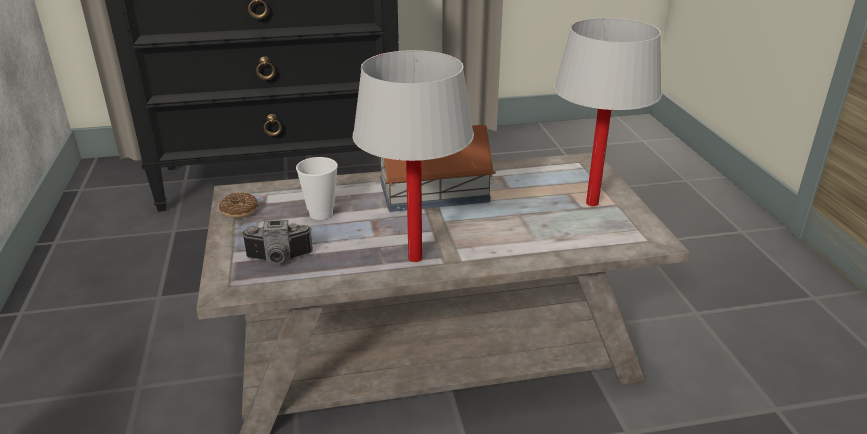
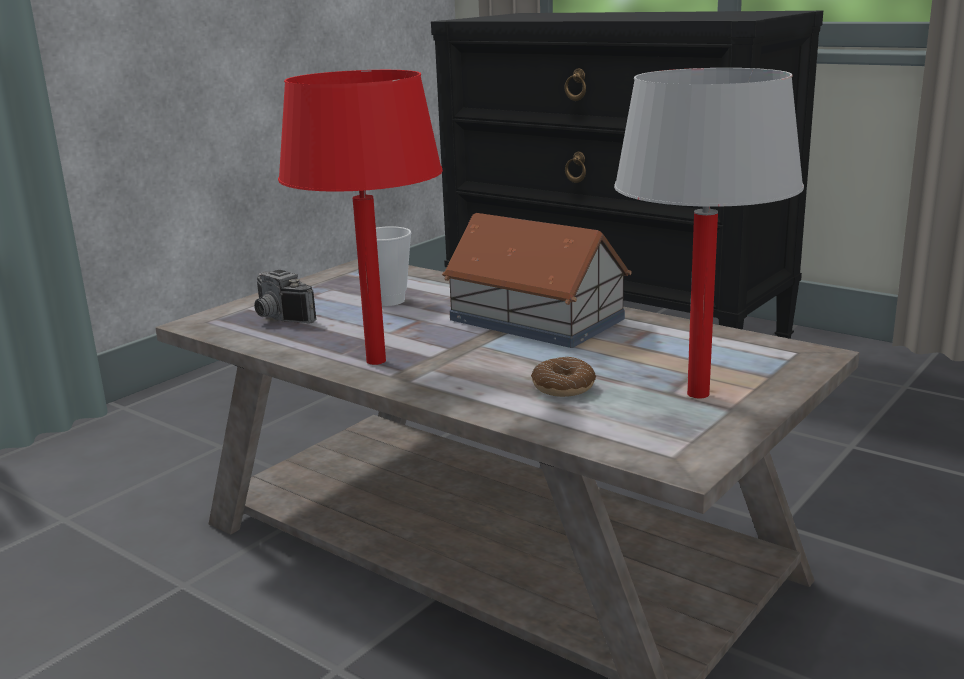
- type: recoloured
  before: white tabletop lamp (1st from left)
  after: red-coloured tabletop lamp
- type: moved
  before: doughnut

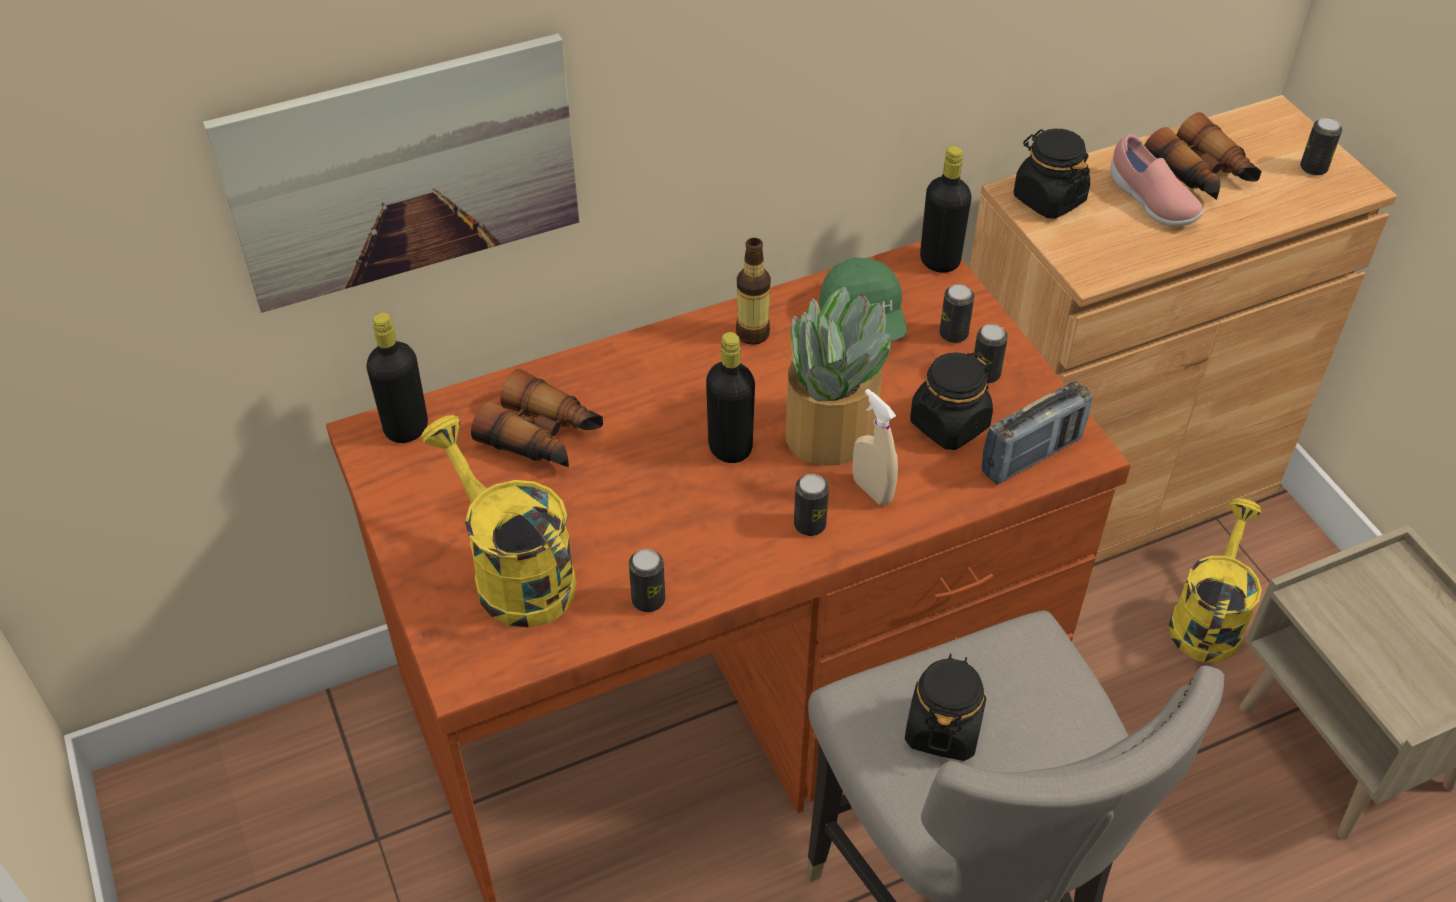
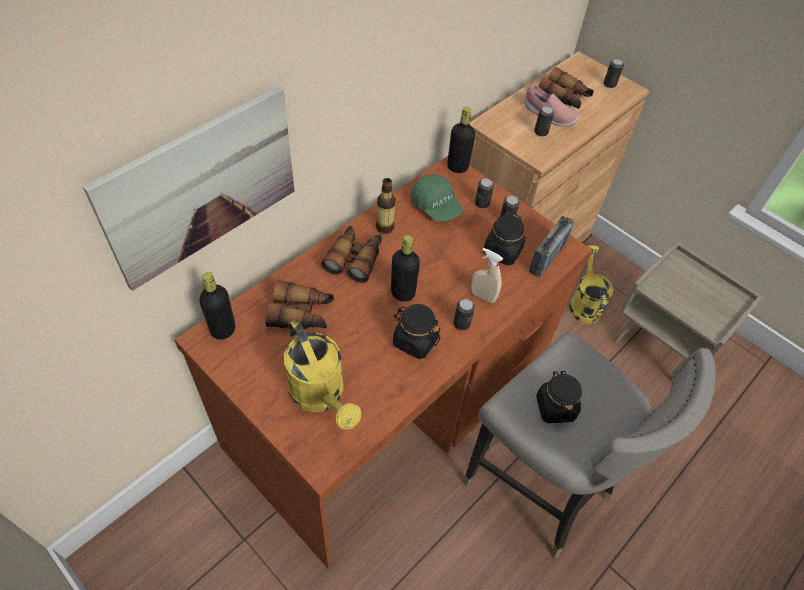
- type: moved
  before: black-coloured jar (3rd from left in the first image)
  after: black-coloured jar (1st from left)
- type: removed
  before: potted plant
- type: turned
  before: yellow watering pot (1st from left)
  turn: -150
- type: moved
  before: sealed can (1st from left in the first image)
  after: sealed can (4th from left)
- type: added
  after: field glasses (2nd from left)

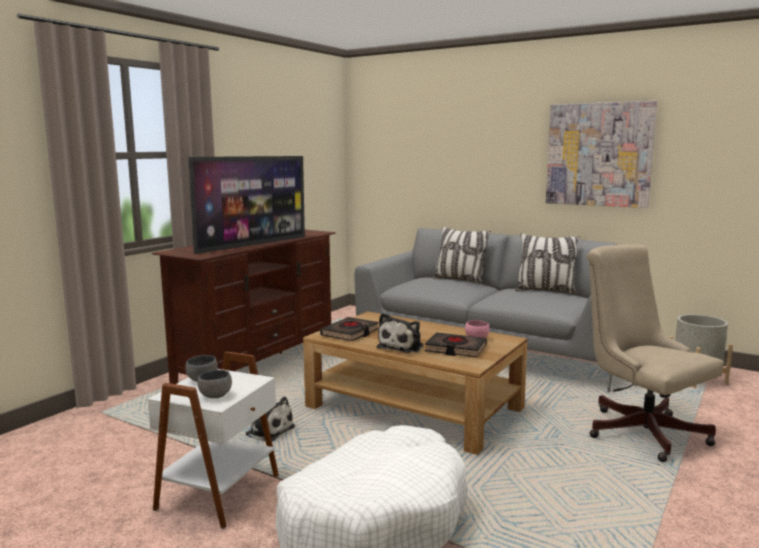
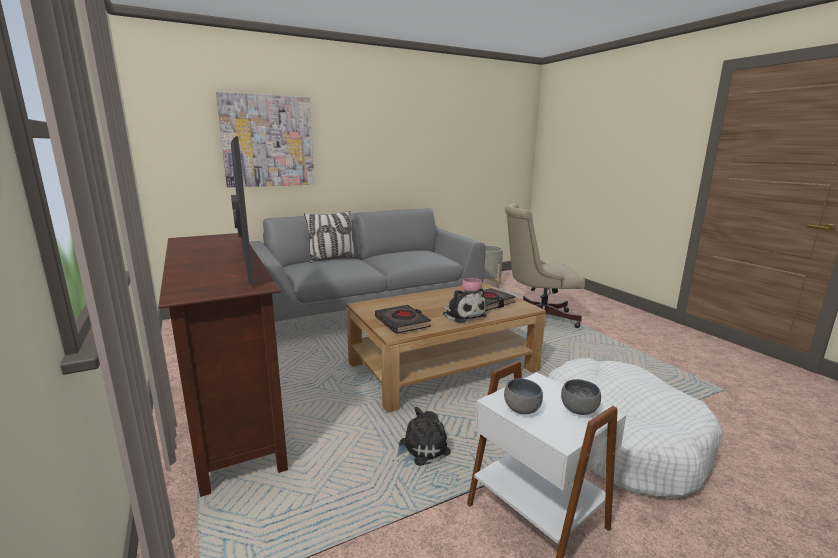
- type: moved
  before: wall picture
- type: removed
  before: cushion (2nd from left)

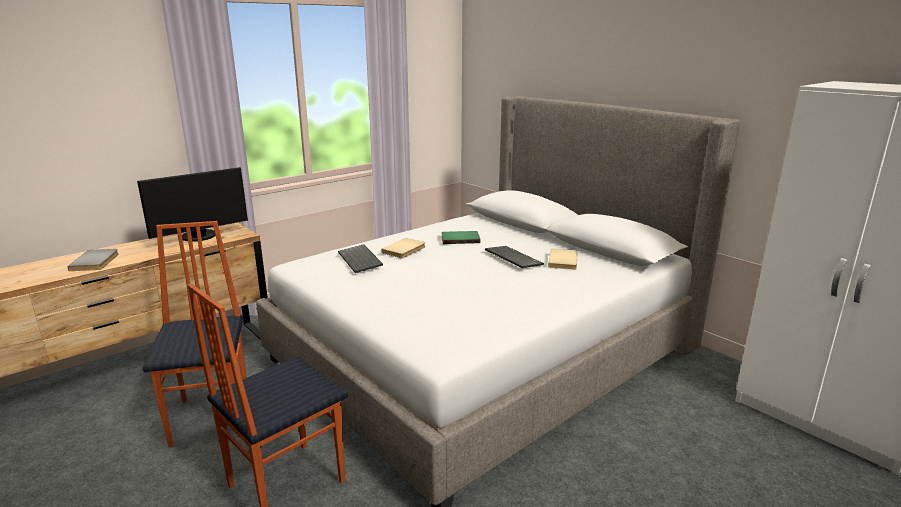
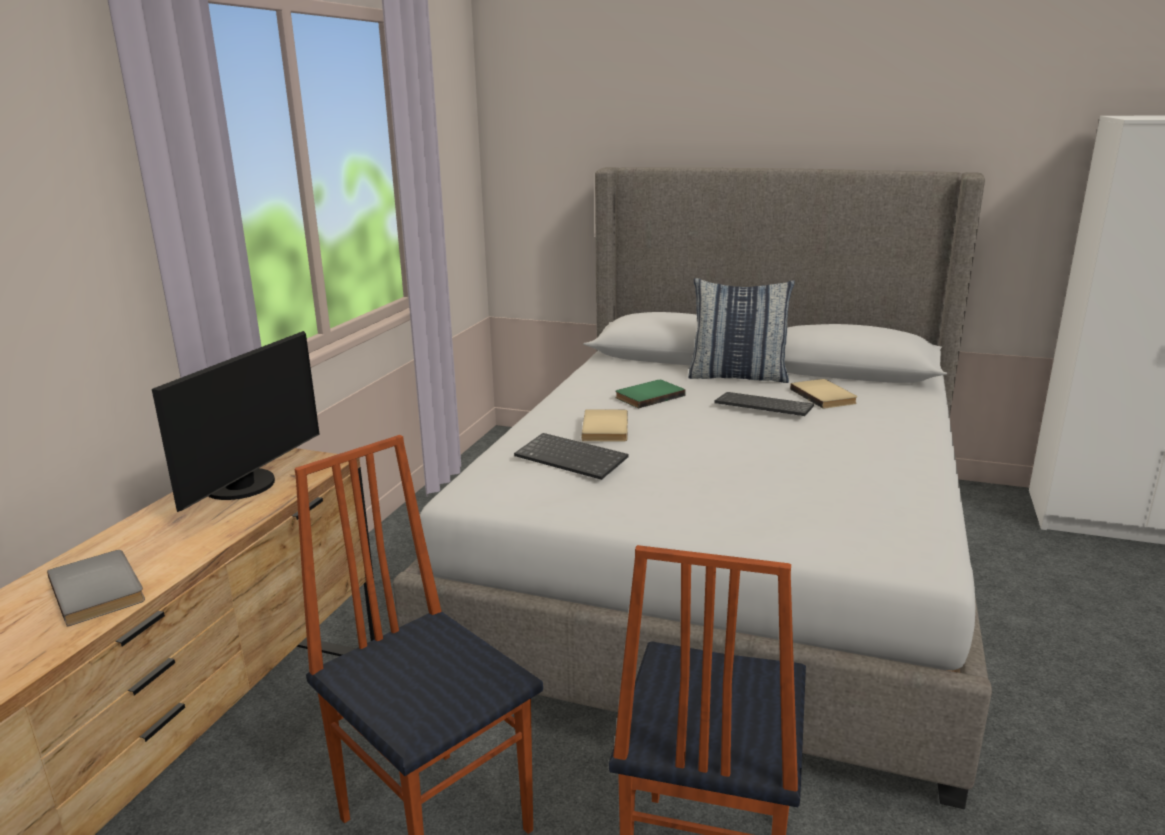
- type: added
  after: cushion

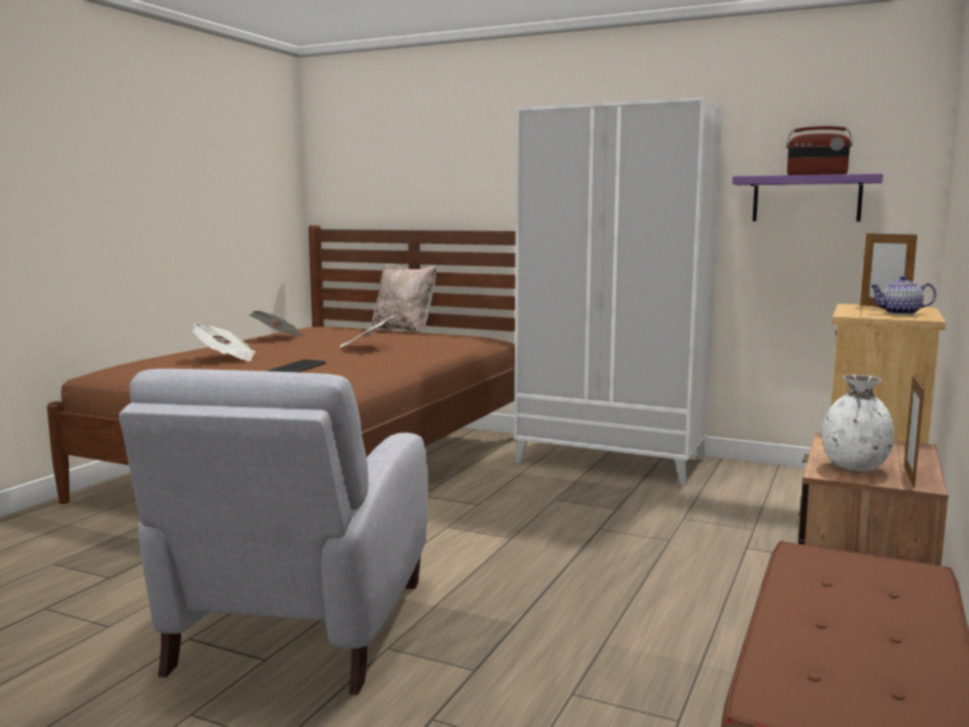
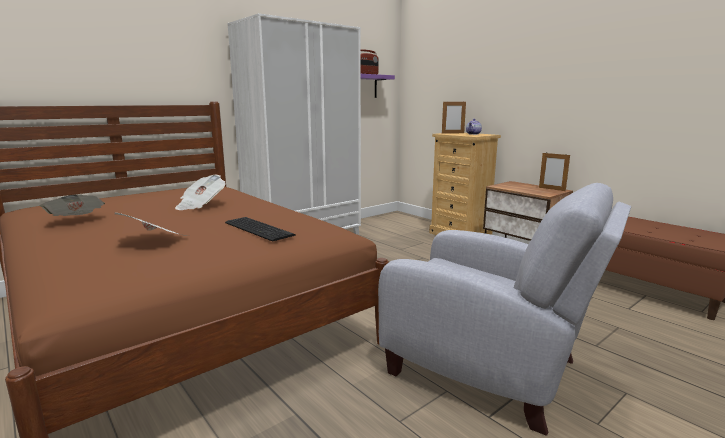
- type: removed
  before: beige-coloured cushion
- type: removed
  before: white flower vase

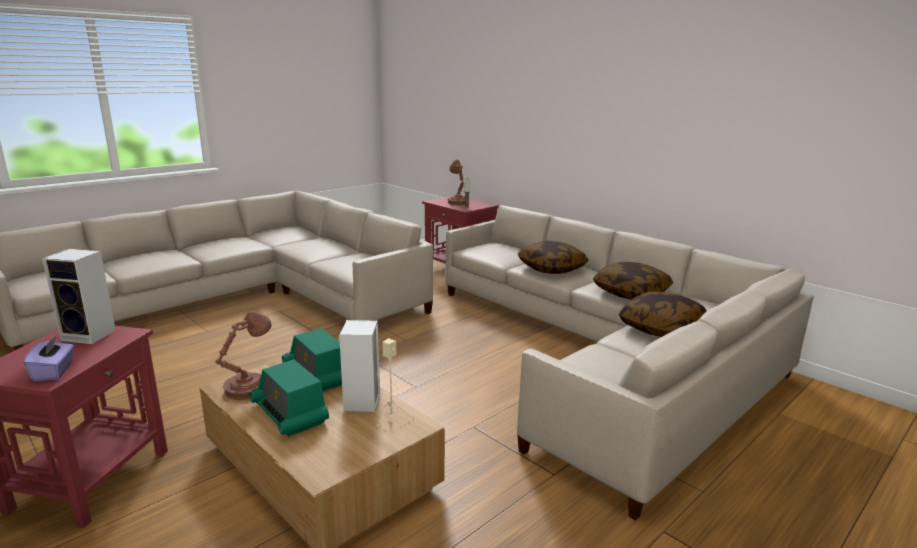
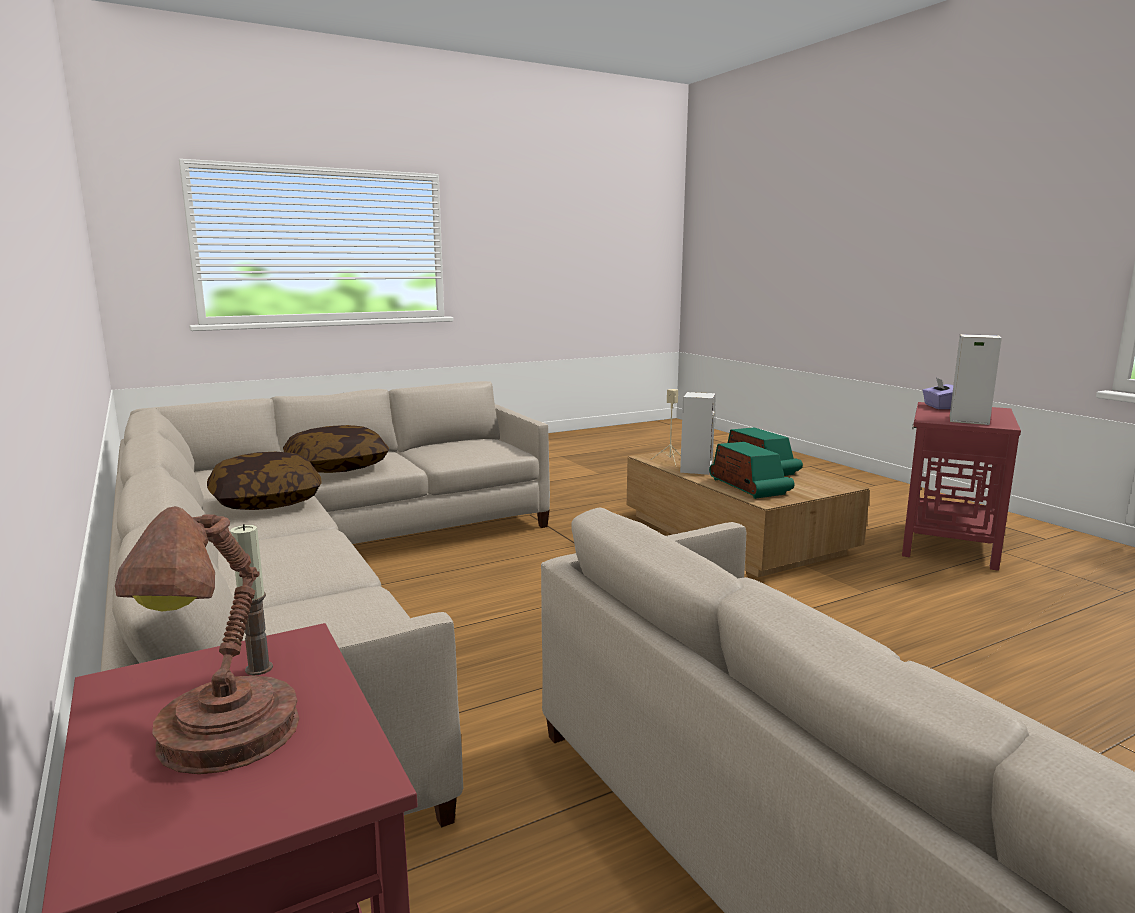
- type: removed
  before: cushion (1st from left)
- type: removed
  before: brown tabletop lamp (1st from left)

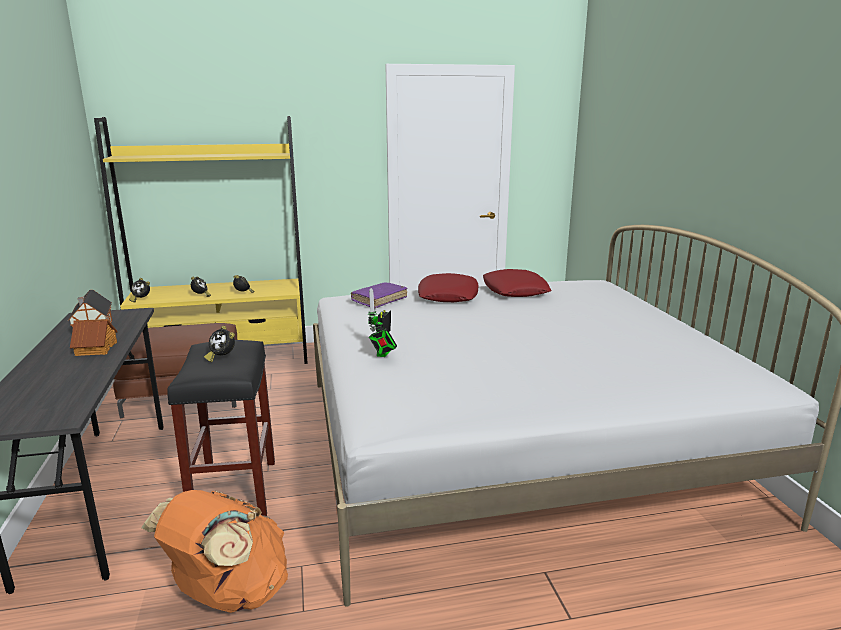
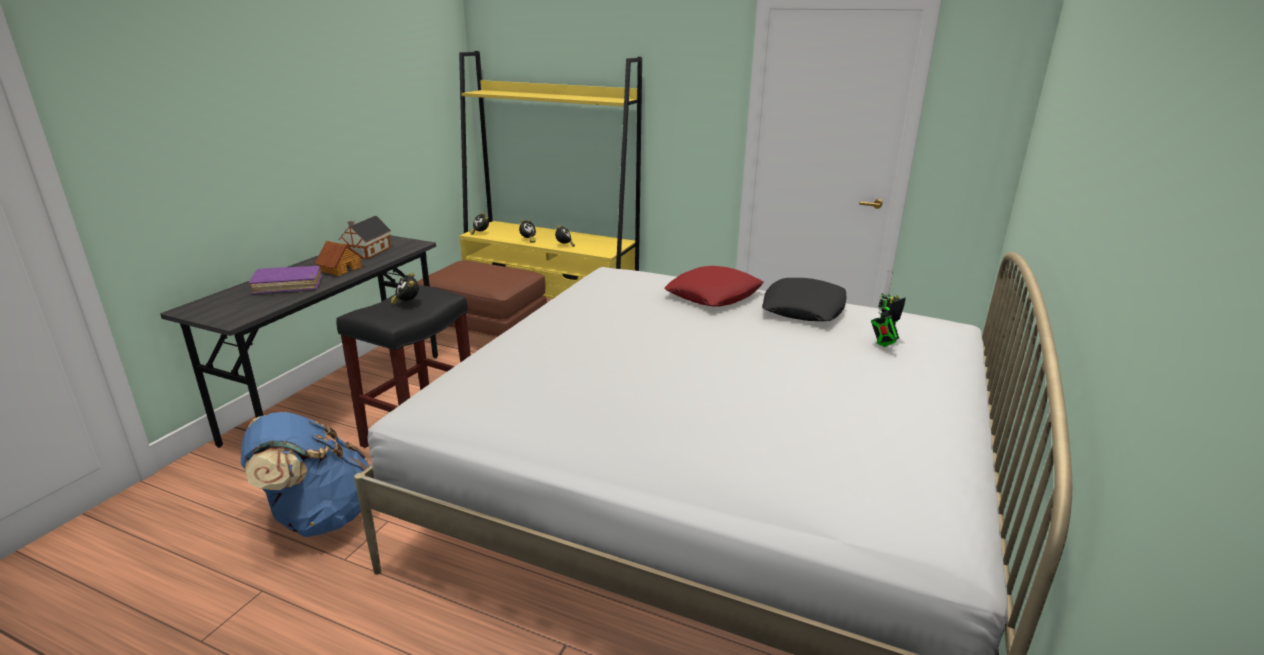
- type: recoloured
  before: red-coloured cushion (2nd from left)
  after: black-coloured cushion
- type: moved
  before: purplish bound book
- type: moved
  before: robot figure
- type: recoloured
  before: orangey backpack
  after: blue backpack

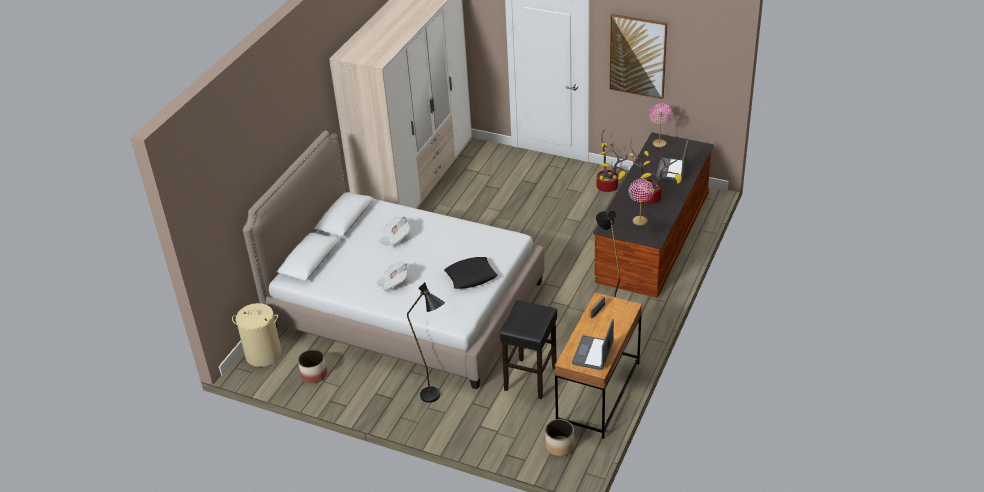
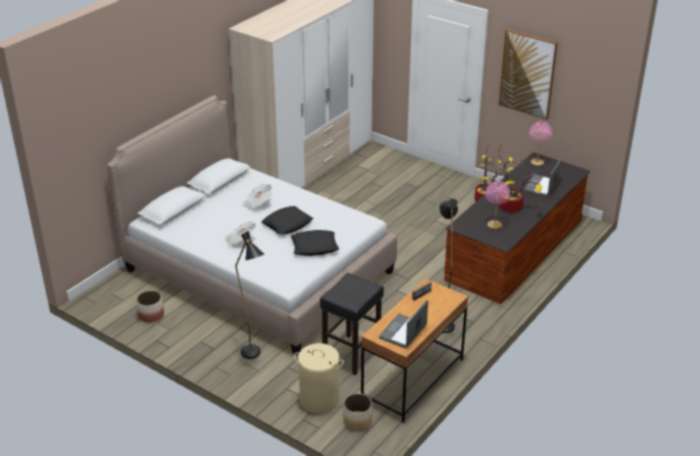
- type: moved
  before: beige-coloured hamper
- type: added
  after: black-coloured cushion (1st from left)

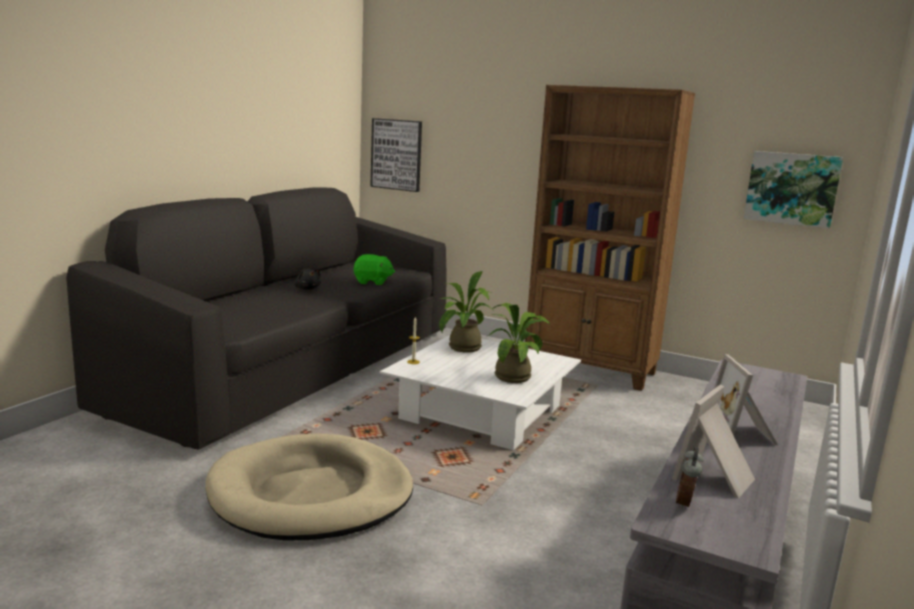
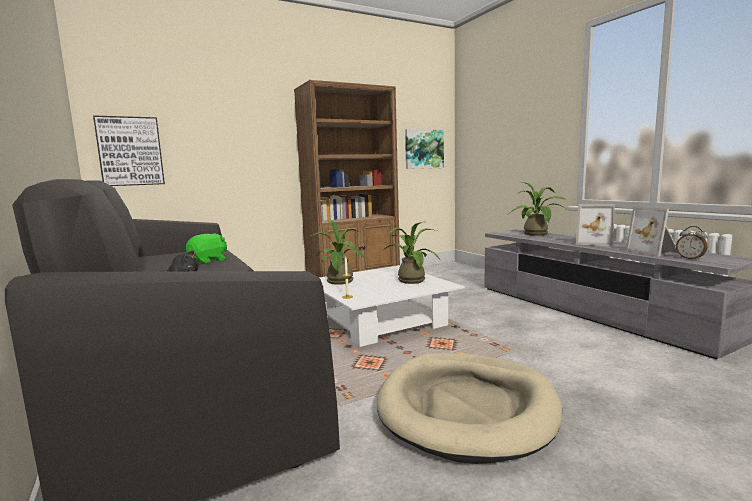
- type: added
  after: potted plant (3rd from left)

